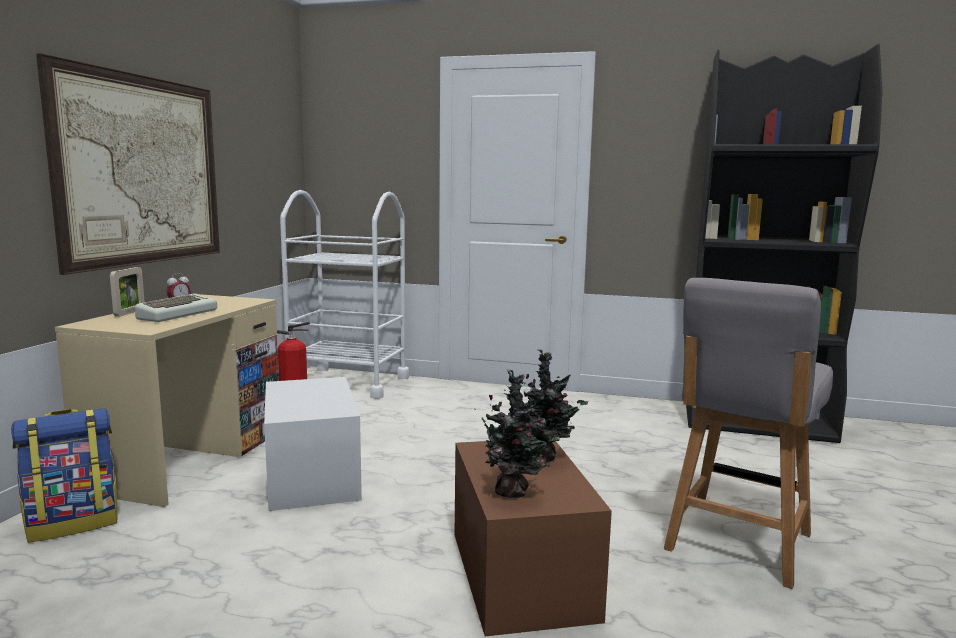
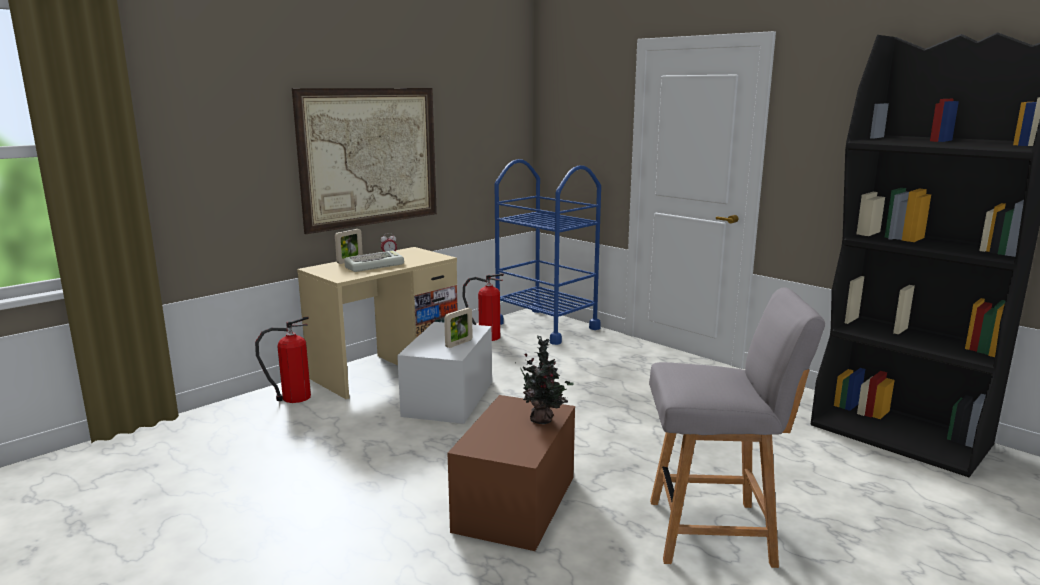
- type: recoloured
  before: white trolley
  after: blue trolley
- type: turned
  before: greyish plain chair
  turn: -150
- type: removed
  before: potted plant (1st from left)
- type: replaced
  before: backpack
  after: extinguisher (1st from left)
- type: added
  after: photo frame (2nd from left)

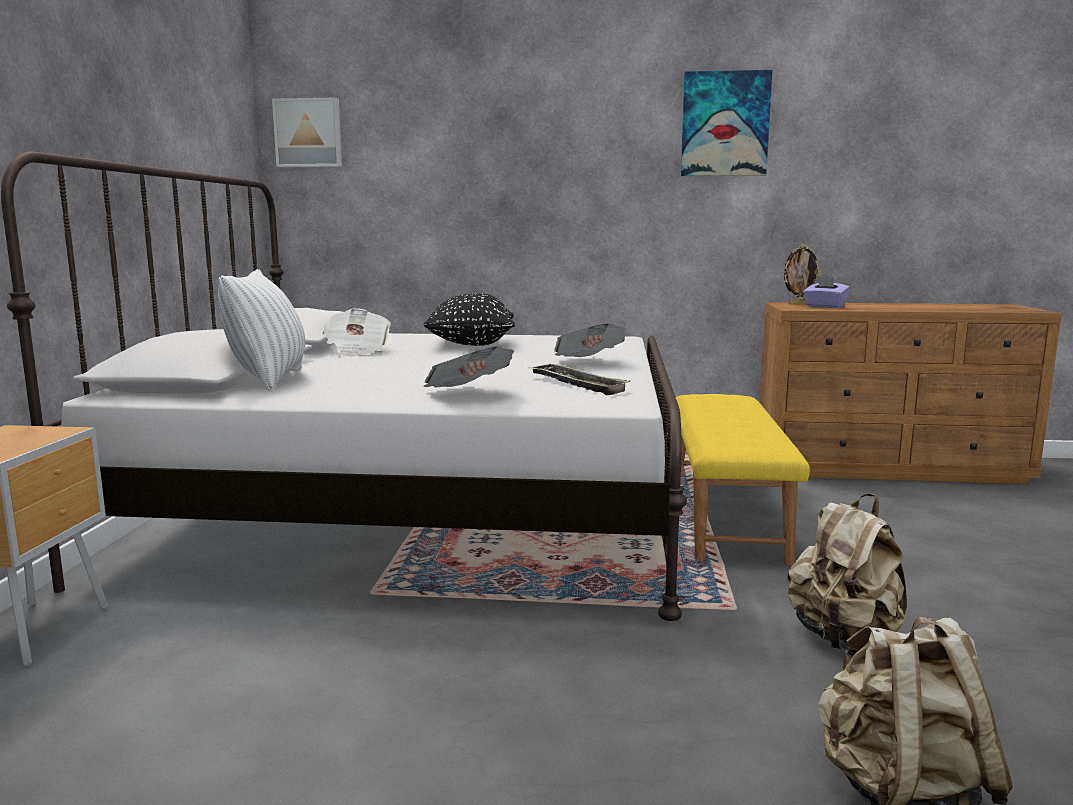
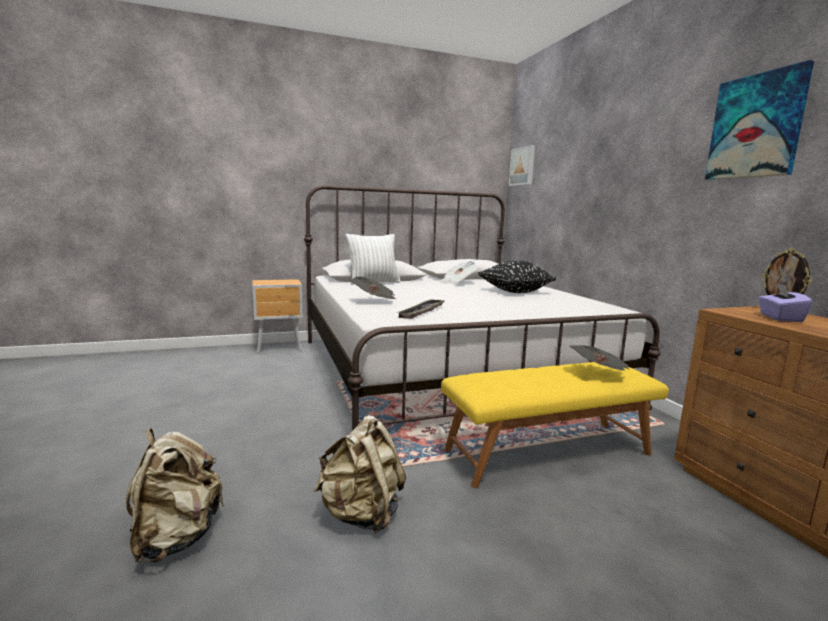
- type: moved
  before: newspaper (3rd from left)

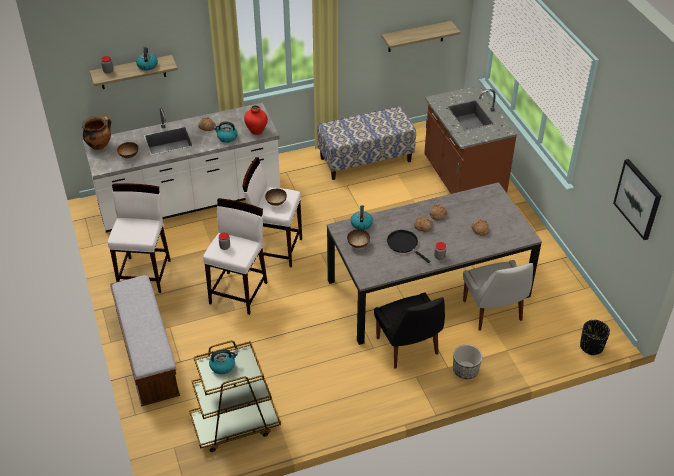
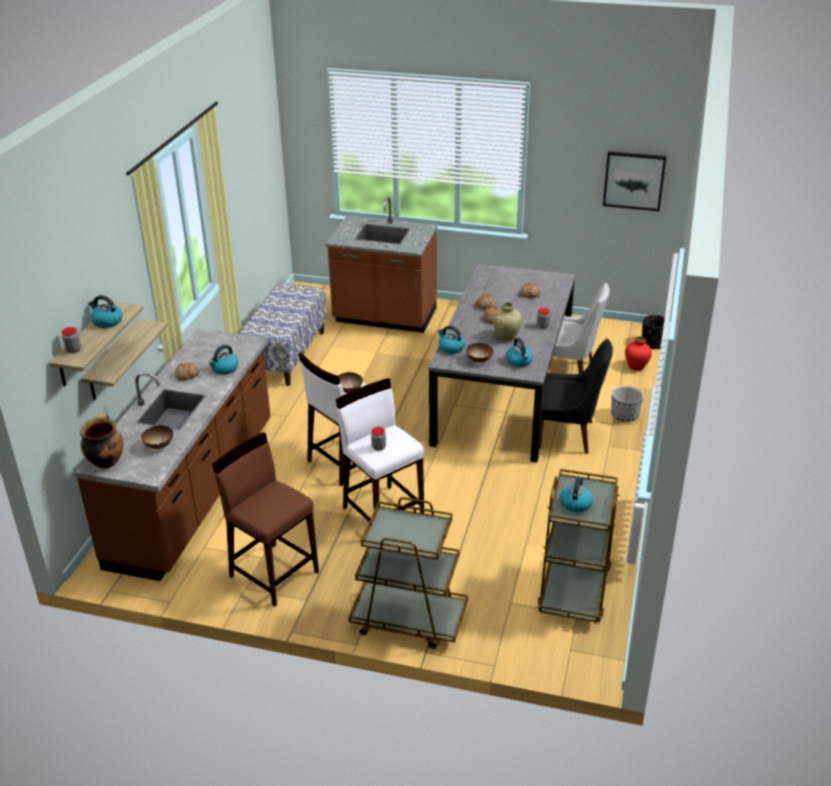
- type: moved
  before: bracket shelf (2nd from left)
- type: recoloured
  before: white kitchen counter
  after: brown kitchen counter (1st from left)
- type: moved
  before: red-coloured flower vase
- type: recoloured
  before: white stool seat (1st from left)
  after: brown stool seat
- type: replaced
  before: black-coloured pan
  after: beige-coloured flower vase
- type: replaced
  before: indoor bench (1st from left)
  after: brown trolley (1st from left)
- type: added
  after: water kettle (4th from left)

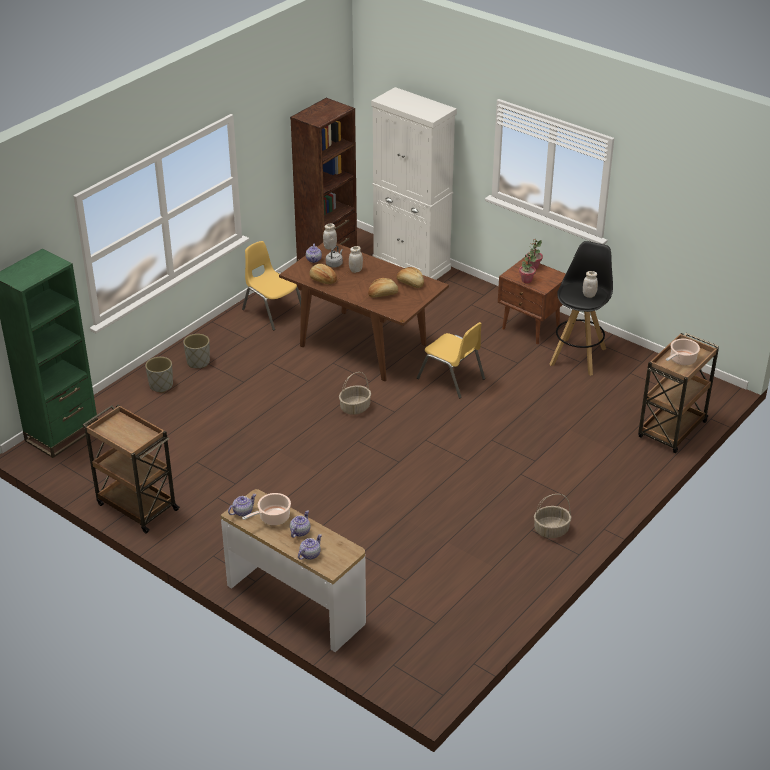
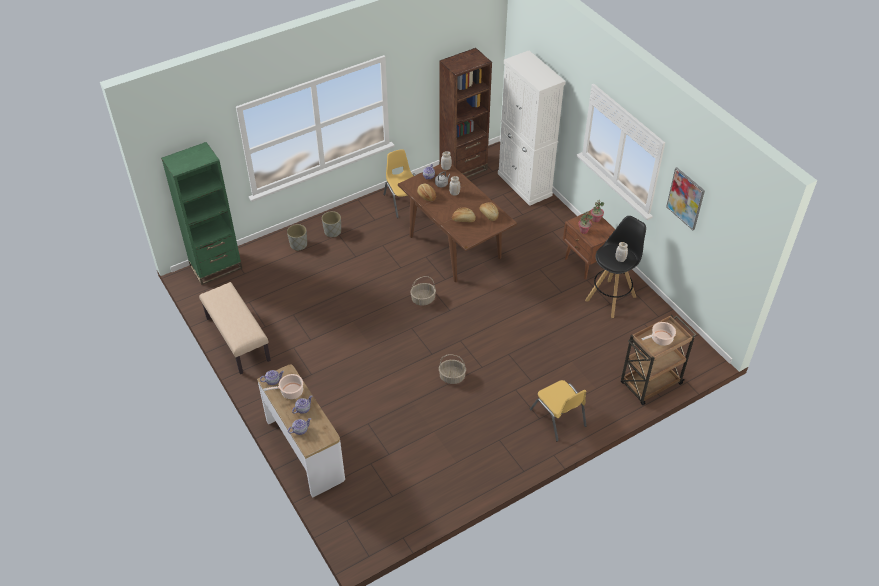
- type: moved
  before: yellow plain chair (2nd from left)
- type: replaced
  before: brown trolley (1st from left)
  after: beige-coloured indoor bench
- type: moved
  before: basket (2nd from left)
- type: added
  after: wall picture

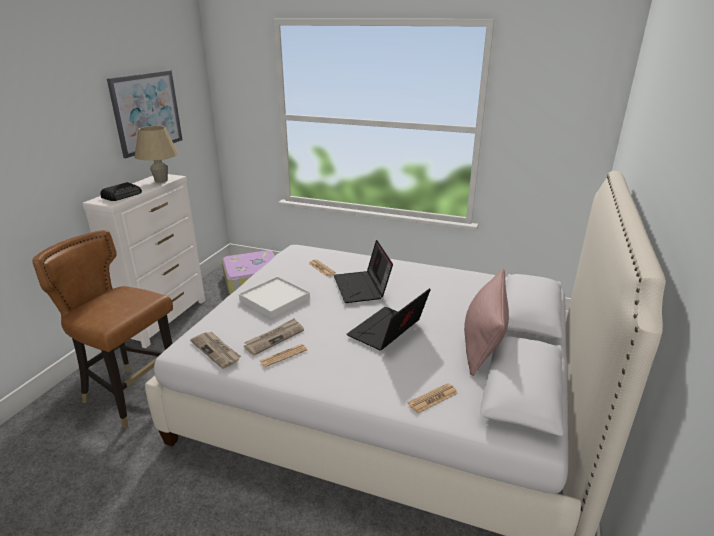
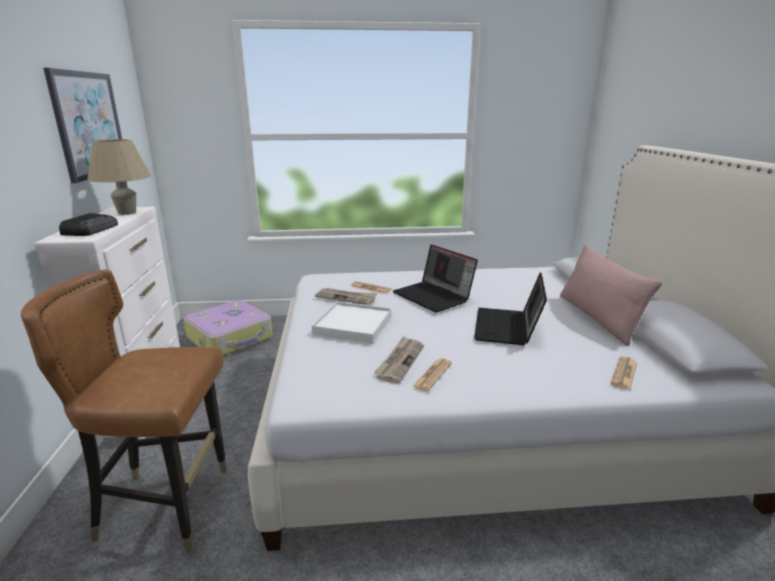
- type: moved
  before: newspaper (1st from left)

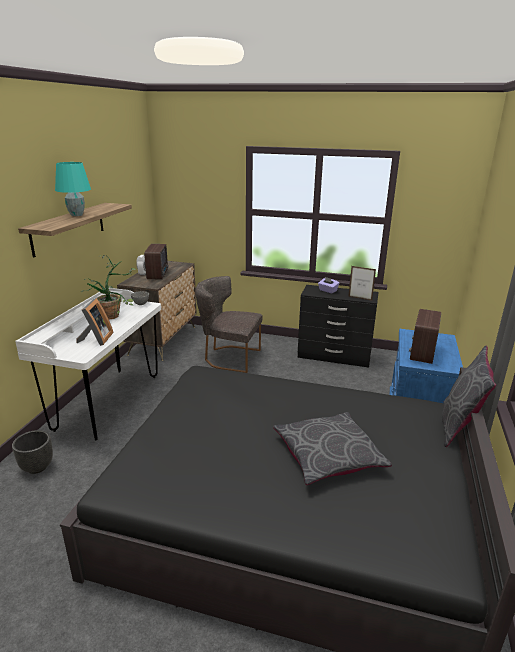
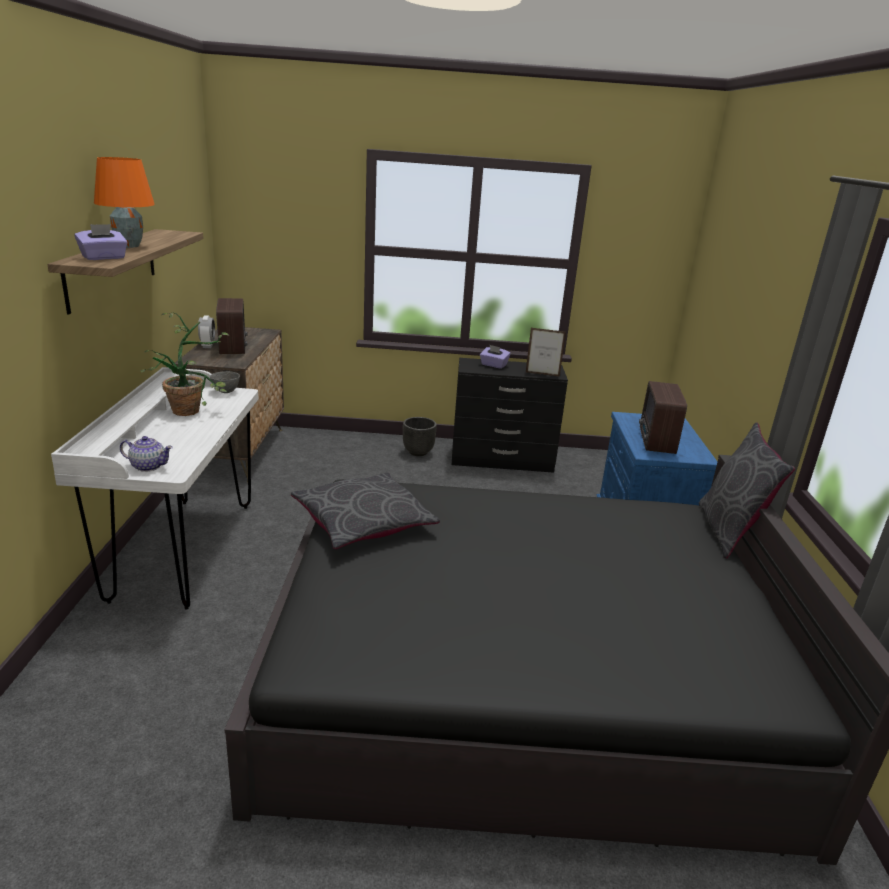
- type: recoloured
  before: blue-green tabletop lamp
  after: orangey tabletop lamp
- type: removed
  before: greyish plain chair
- type: removed
  before: photo frame (1st from left)
- type: moved
  before: greyish cushion (1st from left)
- type: moved
  before: black-coloured plant pot
- type: added
  after: purplish box of tissues (1st from left)
- type: added
  after: teapot

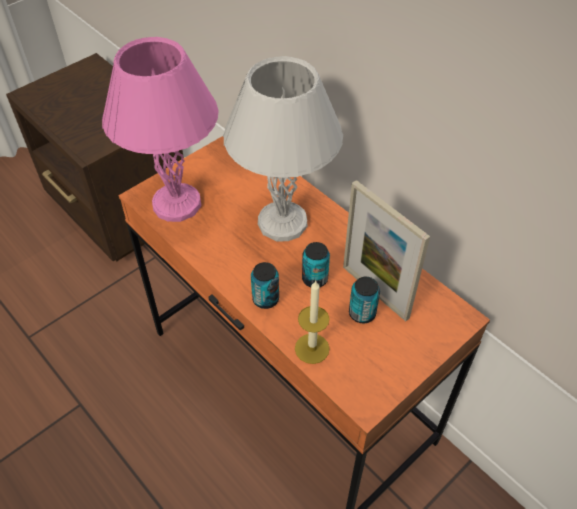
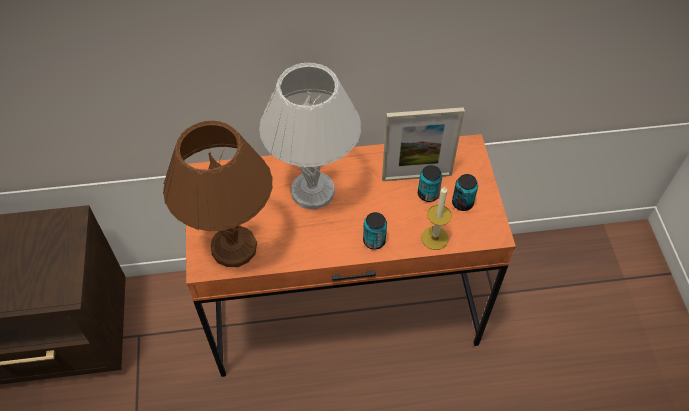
- type: recoloured
  before: pink-coloured tabletop lamp
  after: brown tabletop lamp
- type: moved
  before: sealed can (2nd from left in the first image)
  after: sealed can (3rd from left)

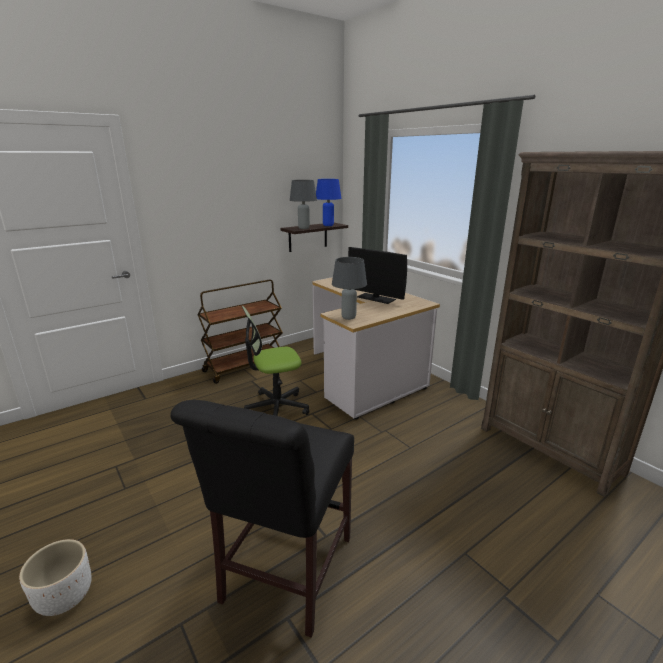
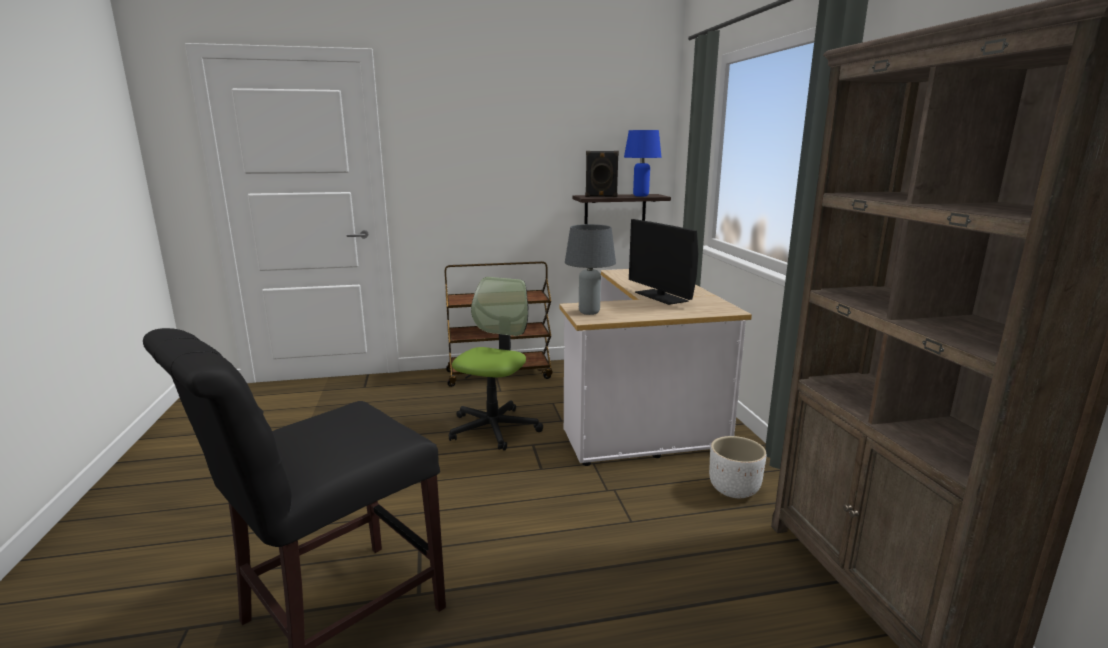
- type: replaced
  before: greyish tabletop lamp (1st from left)
  after: black-coloured loudspeaker
- type: turned
  before: desk chair
  turn: 105
- type: moved
  before: white plant pot

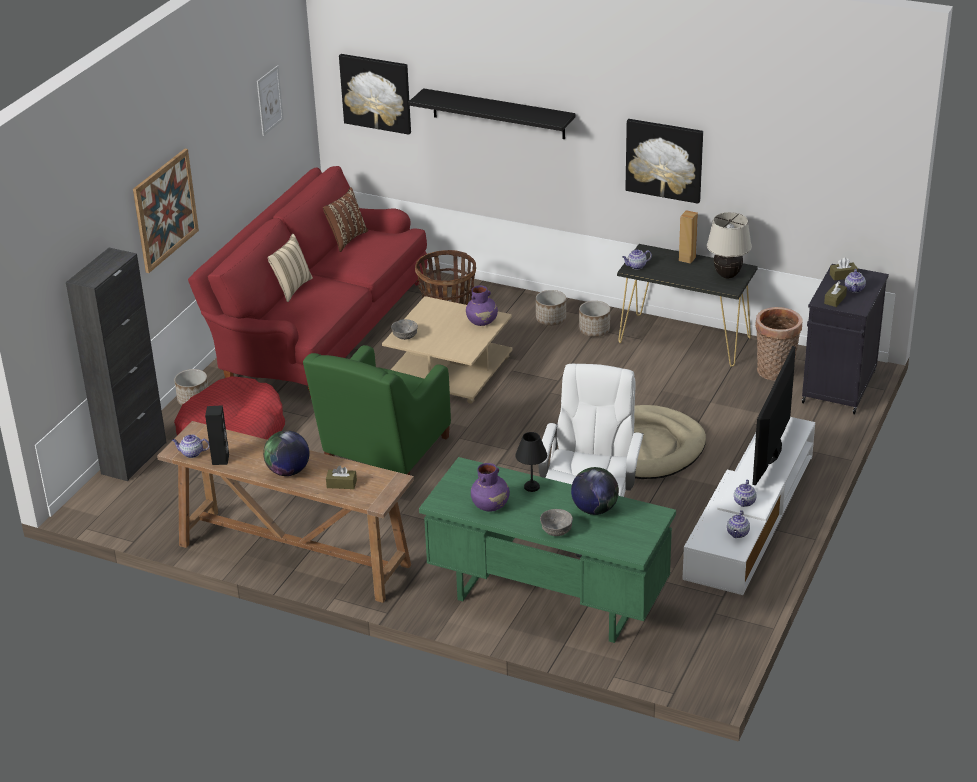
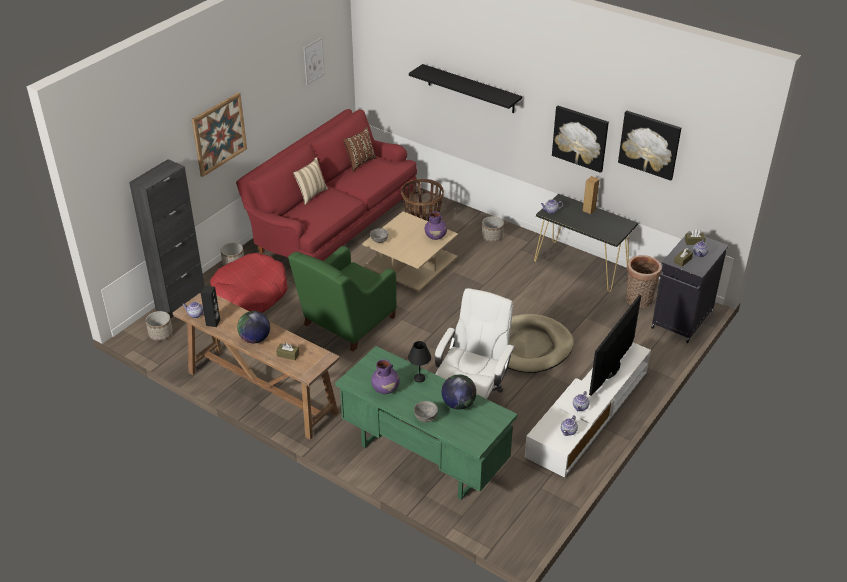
- type: moved
  before: wall picture (3rd from left in the first image)
  after: wall picture (4th from left)
- type: removed
  before: beige-coloured tabletop lamp
- type: moved
  before: plant pot (3rd from left in the first image)
  after: plant pot (1st from left)

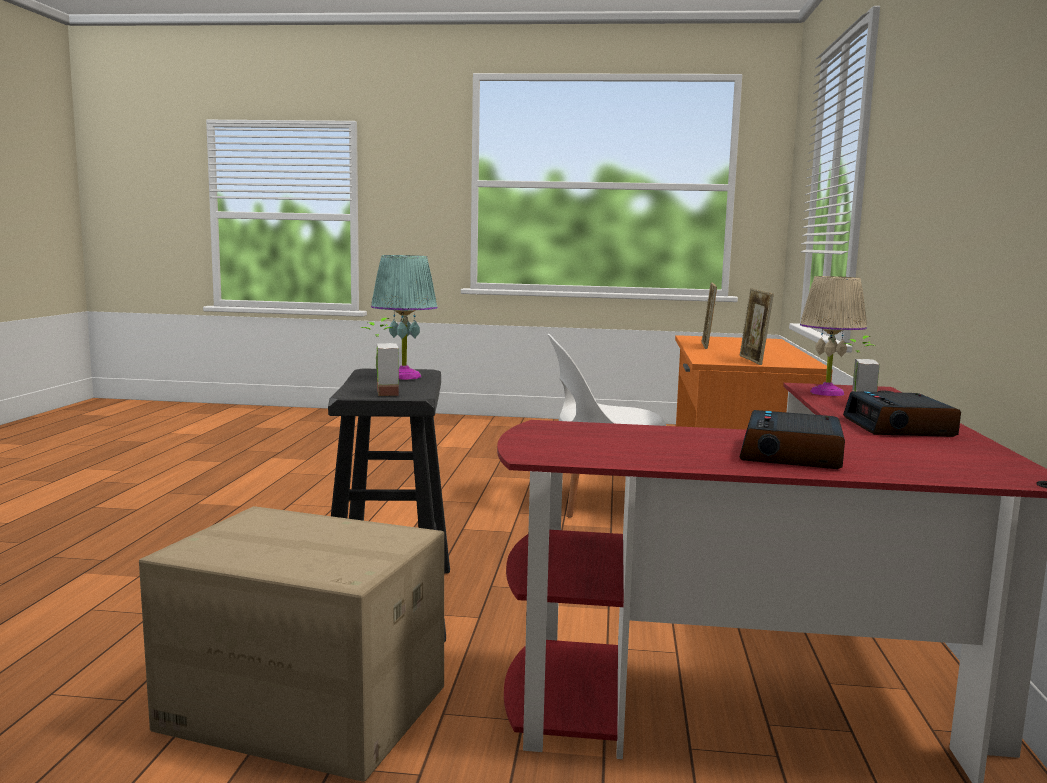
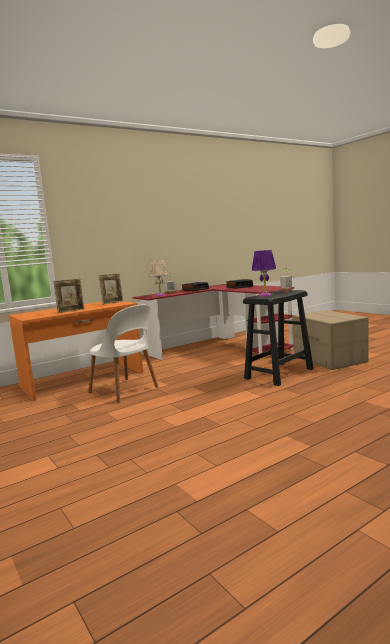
- type: recoloured
  before: blue-green tabletop lamp
  after: purplish tabletop lamp

